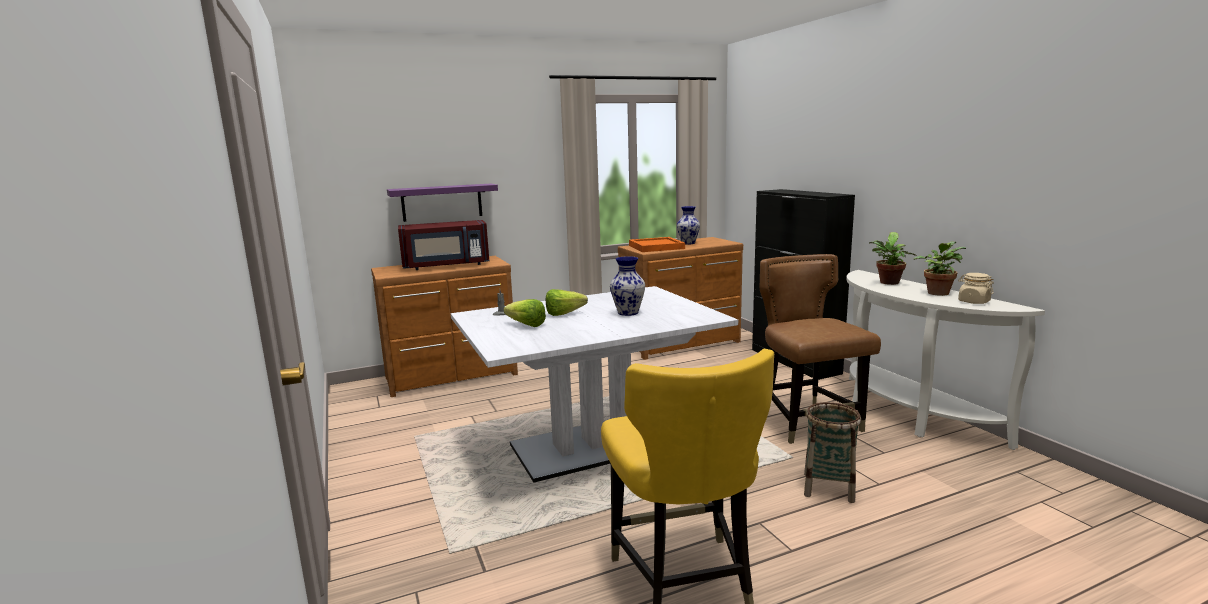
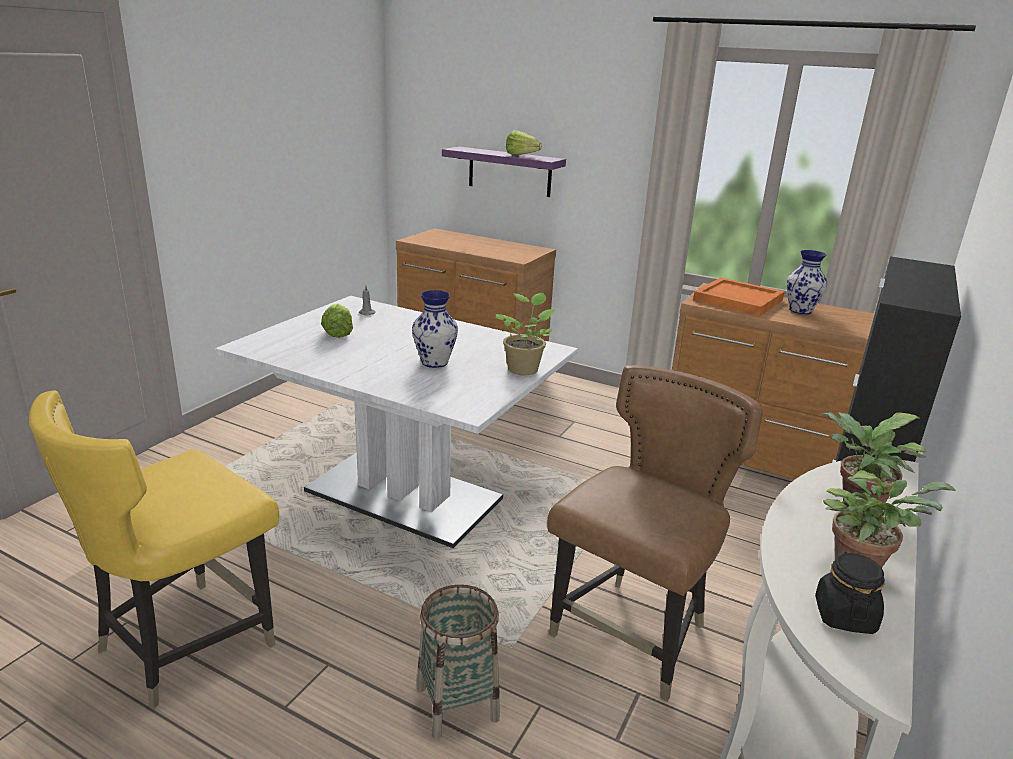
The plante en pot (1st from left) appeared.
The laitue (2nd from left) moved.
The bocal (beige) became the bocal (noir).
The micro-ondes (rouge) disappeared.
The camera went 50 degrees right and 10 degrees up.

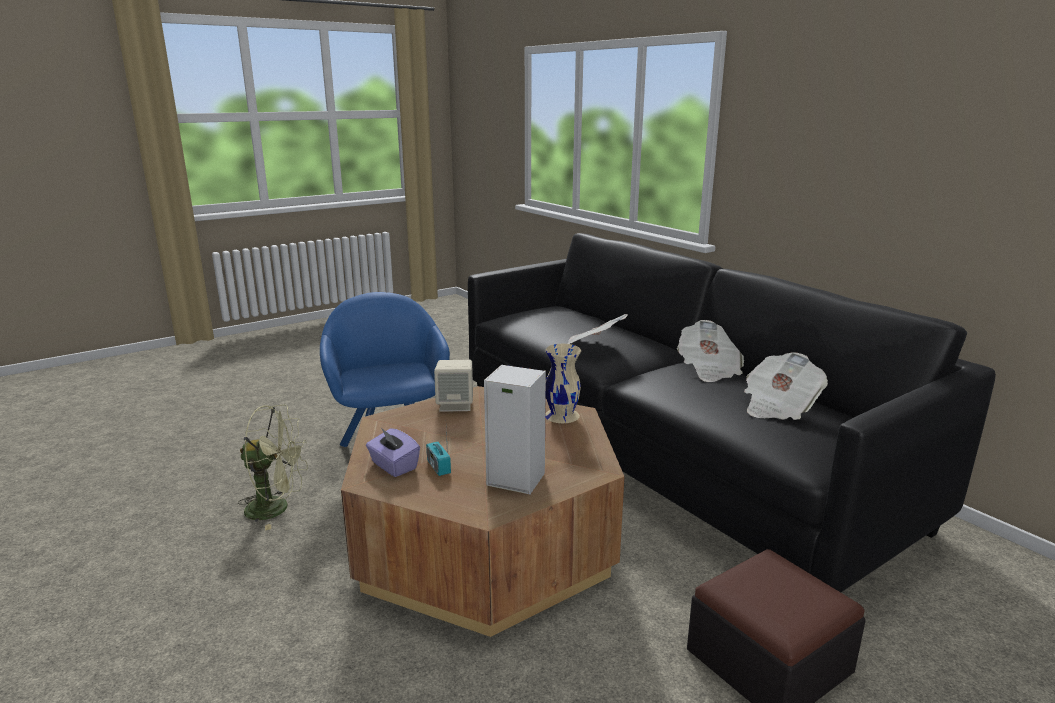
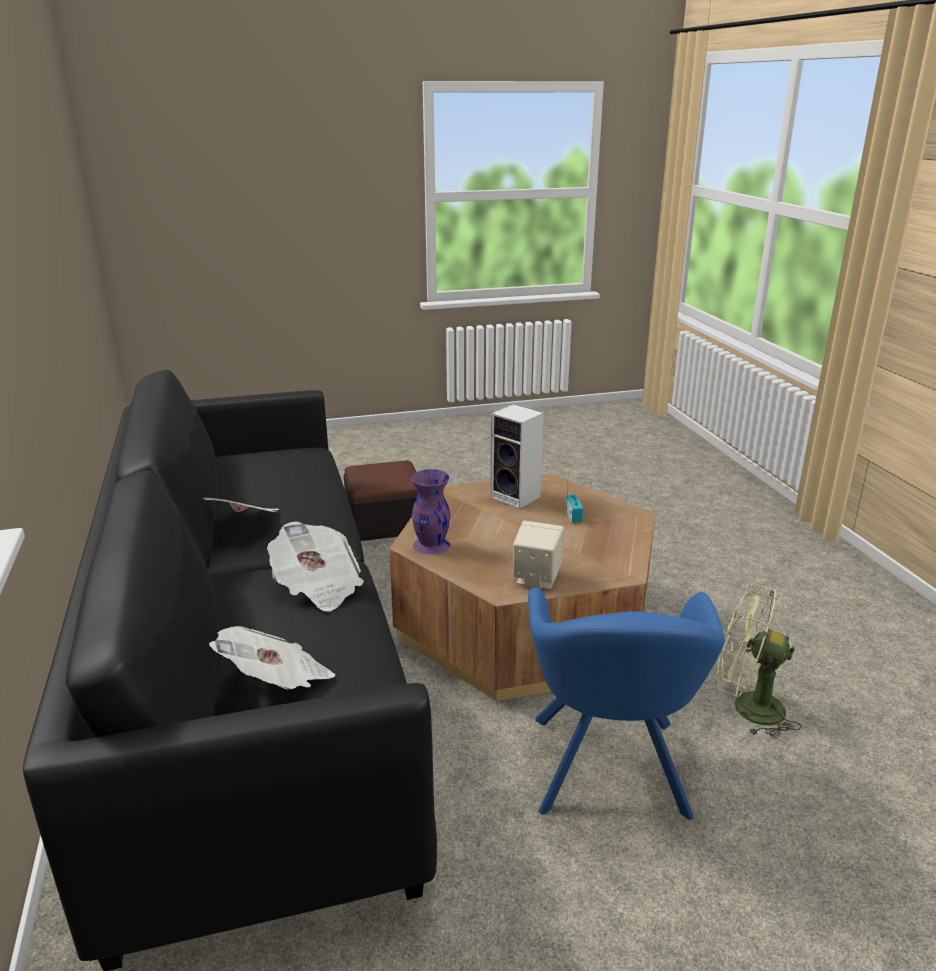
The journal (3rd from left in the first image) moved.
The vase (beige) became the vase (violet).
The boîte à mouchoirs (violet) disappeared.
The camera went 160 degrees left and 5 degrees up.

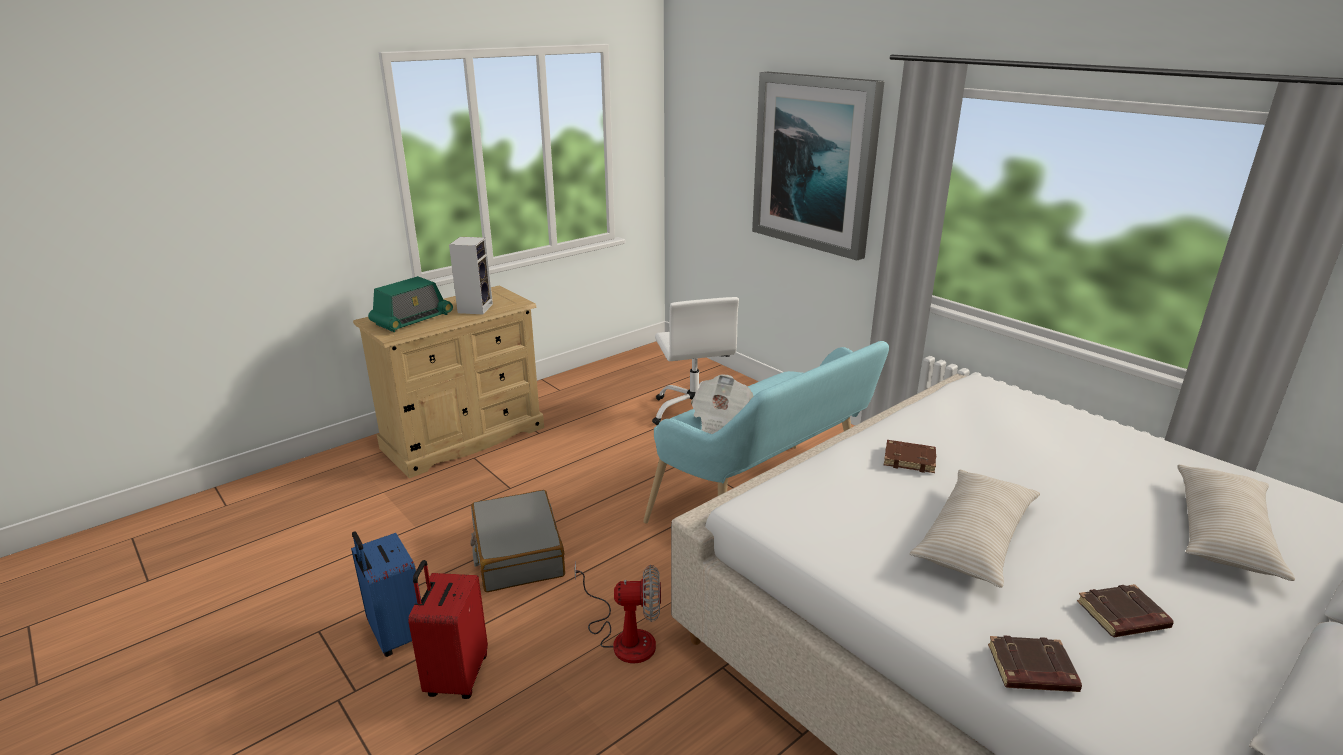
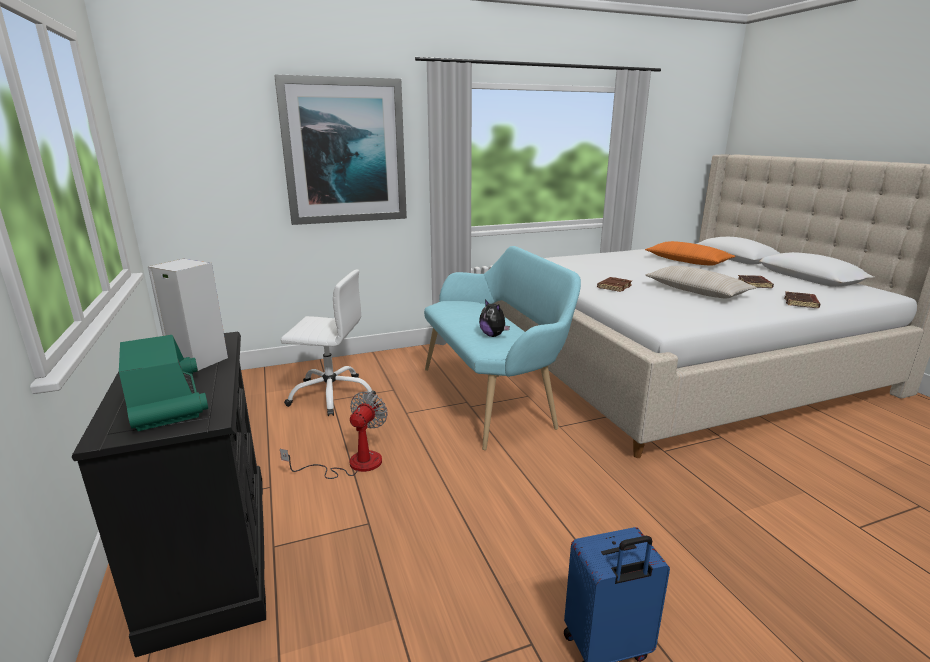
The commode (beige) became the commode (noir).
The ventilateur moved.
The journal was replaced by the peluche.
The coussin (beige) (2nd from left) became the coussin (orange).
The valise (rouge) disappeared.
The valise (gris) disappeared.
The camera went 70 degrees left and 5 degrees down.

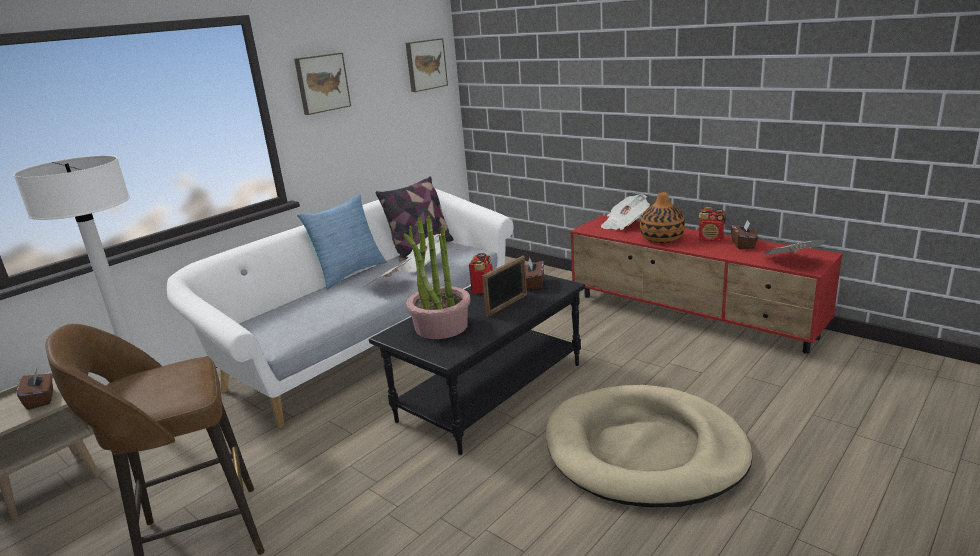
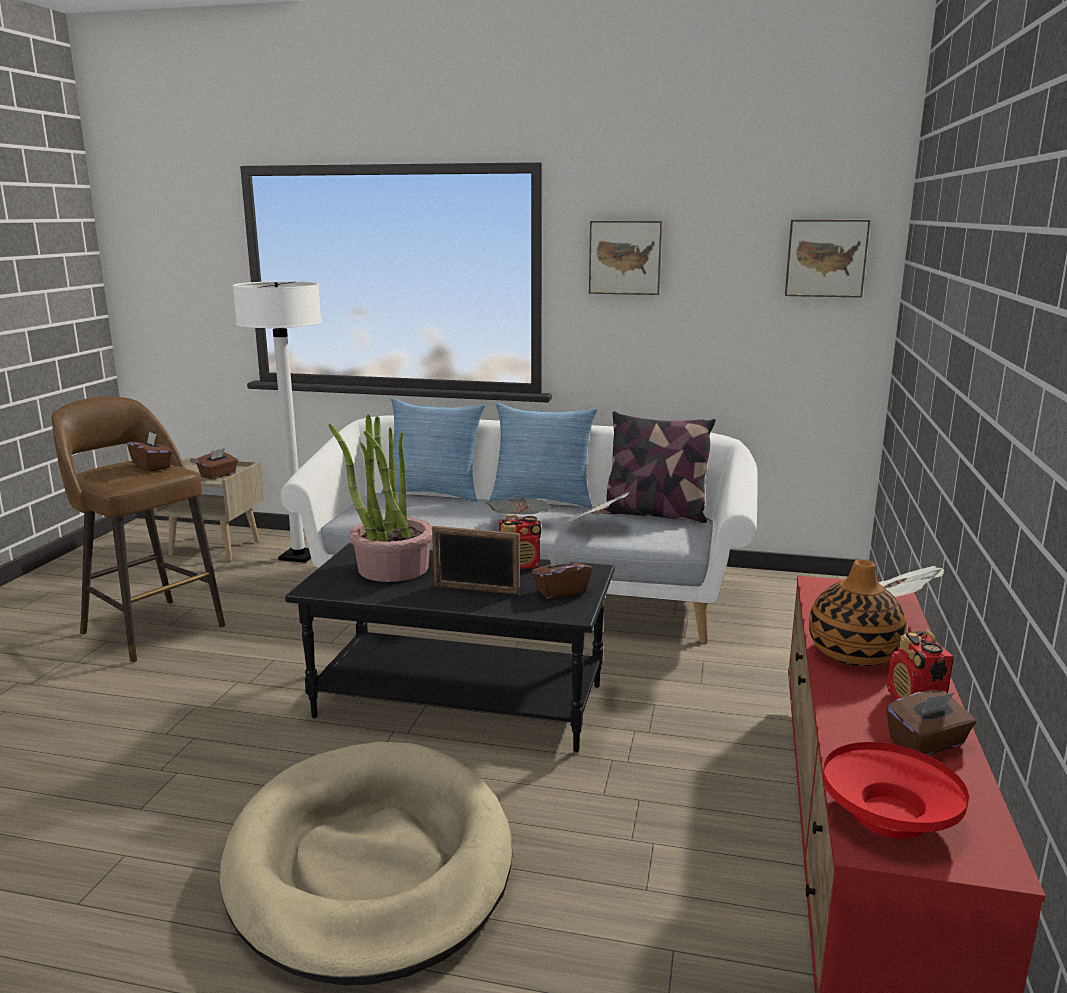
The boîte à mouchoirs (marron) (1st from left) appeared.
The coussin (1st from left) appeared.
The journal (4th from left) was replaced by the bol (rouge).
The camera went 60 degrees right and 5 degrees down.

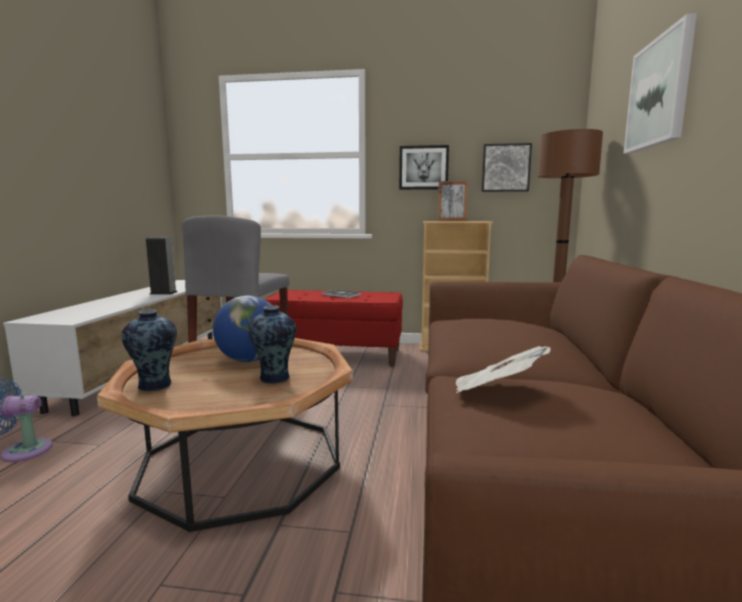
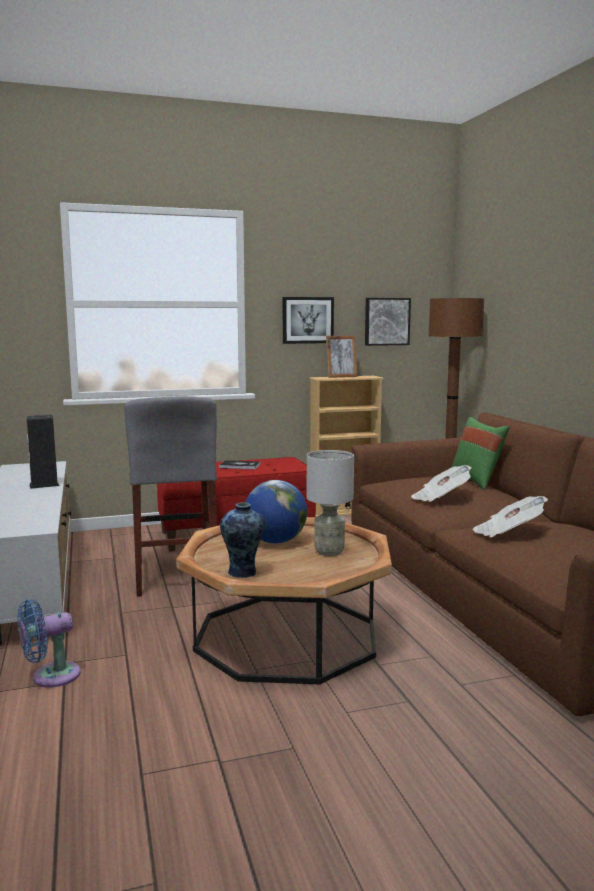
The vase (2nd from left) was replaced by the lampe de table (gris).
The journal (1st from left) appeared.
The coussin (vert) appeared.
The tableau (3rd from left) disappeared.
The camera went 25 degrees left and 0 degrees up.

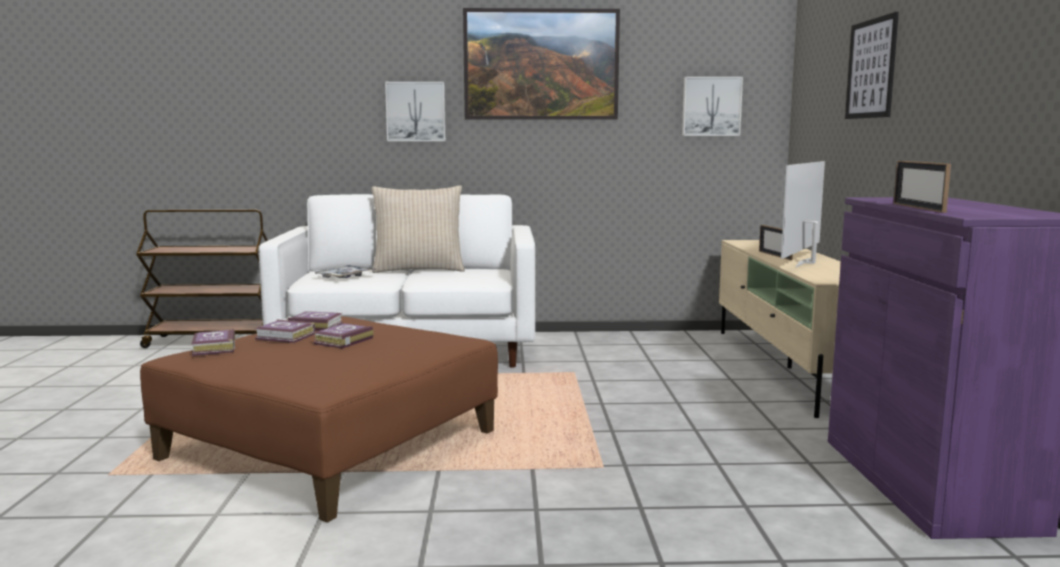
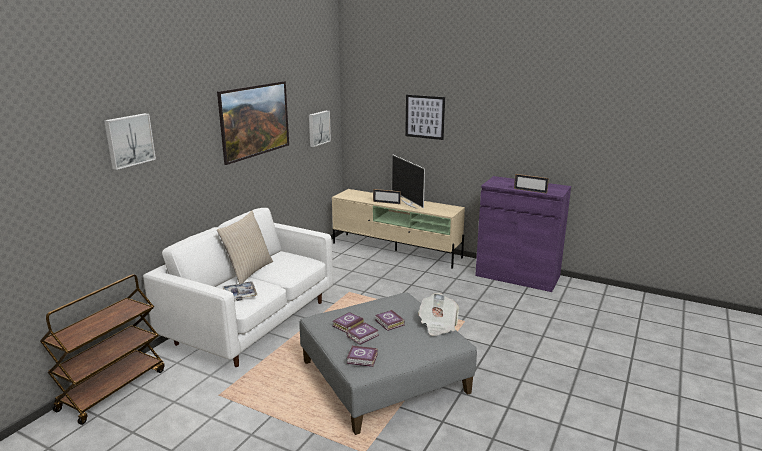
The tableau (1st from left) moved.
The pouf (marron) became the pouf (gris).
The journal appeared.
The camera went 60 degrees left and 10 degrees up.

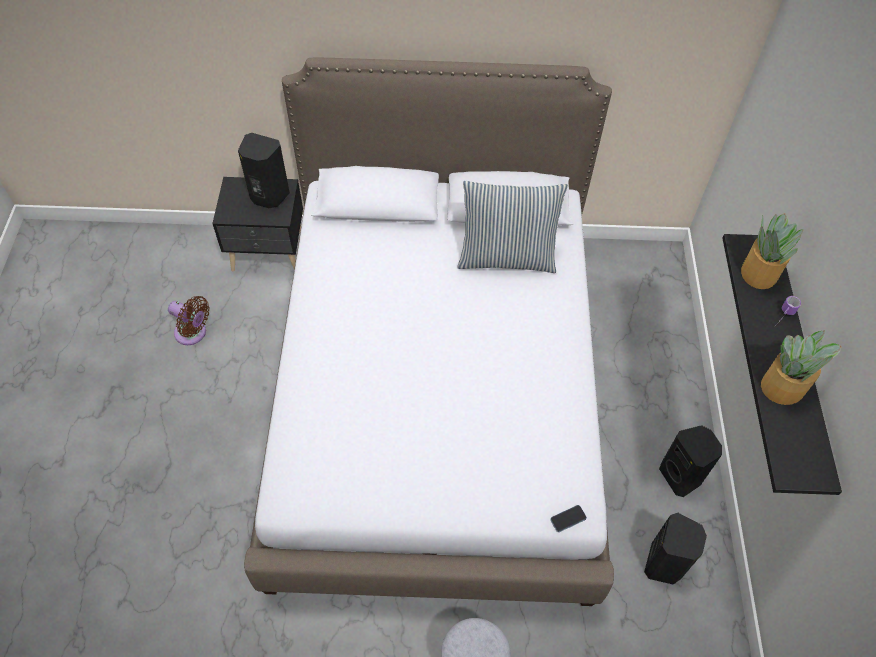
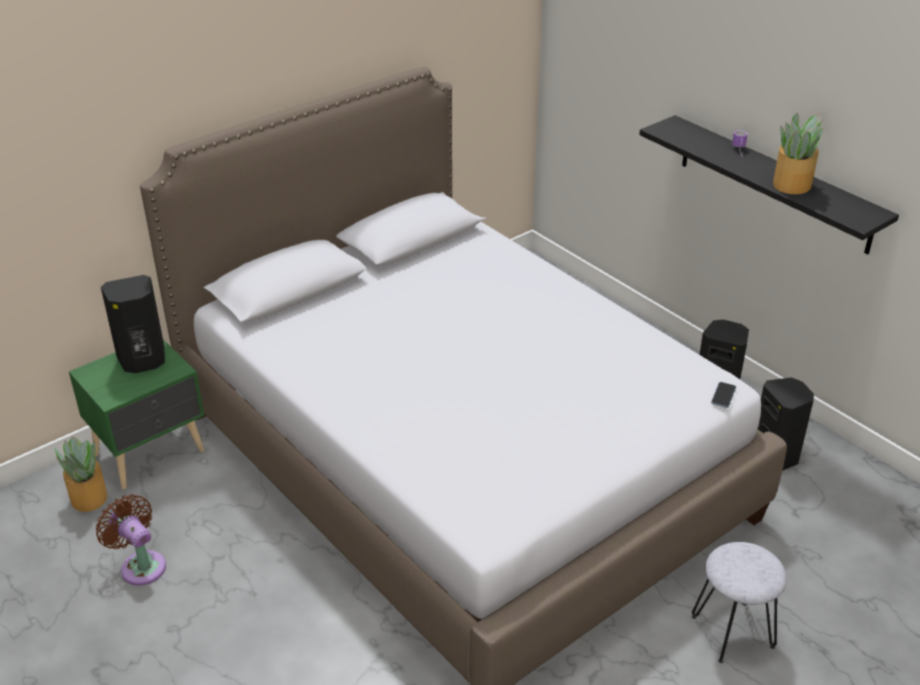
The plante en pot (1st from left) moved.
The table de chevet (noir) became the table de chevet (vert).
The ventilateur (marron) turned 120 degrees counterclockwise.
The coussin disappeared.
The camera went 40 degrees left and 20 degrees down.

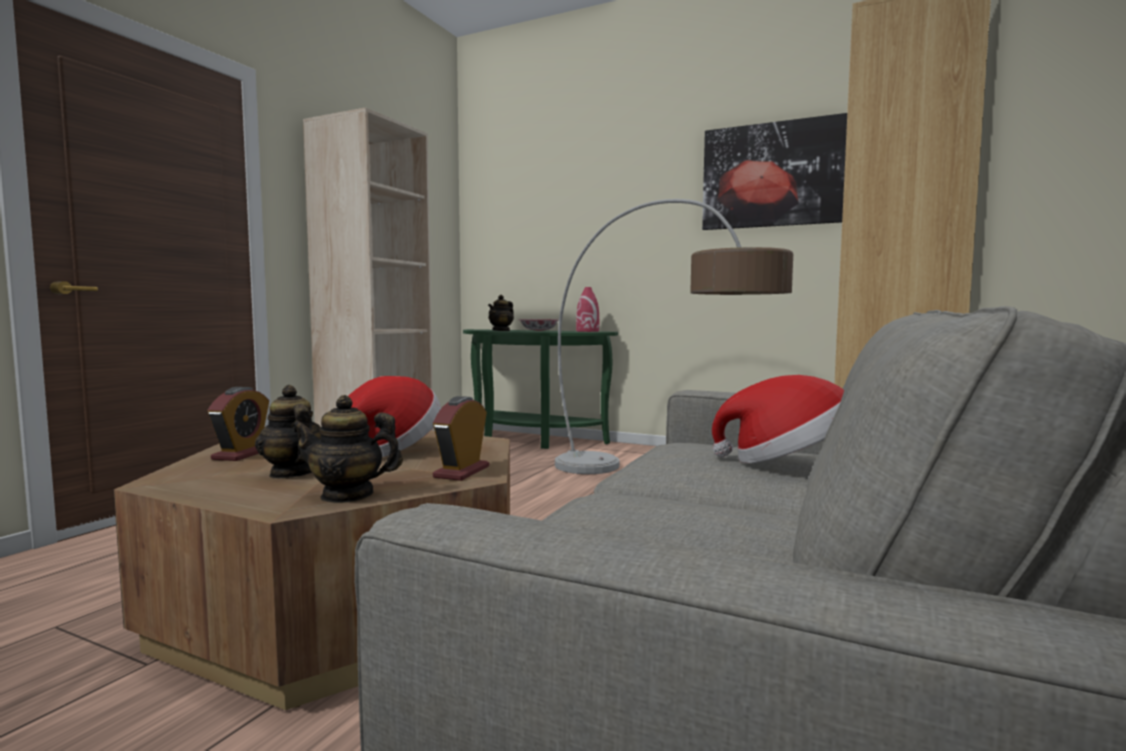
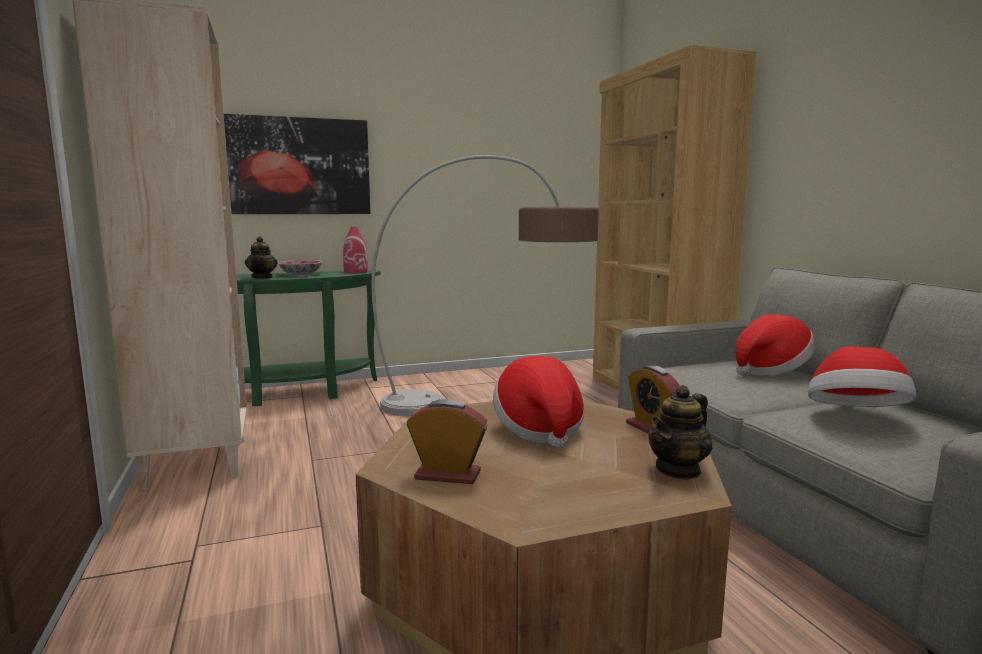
The tableau moved.
The réveil (1st from left) turned 45 degrees counterclockwise.
The chapeau (3rd from left) appeared.
The théière (1st from left) disappeared.
The camera went 45 degrees left and 5 degrees up.

